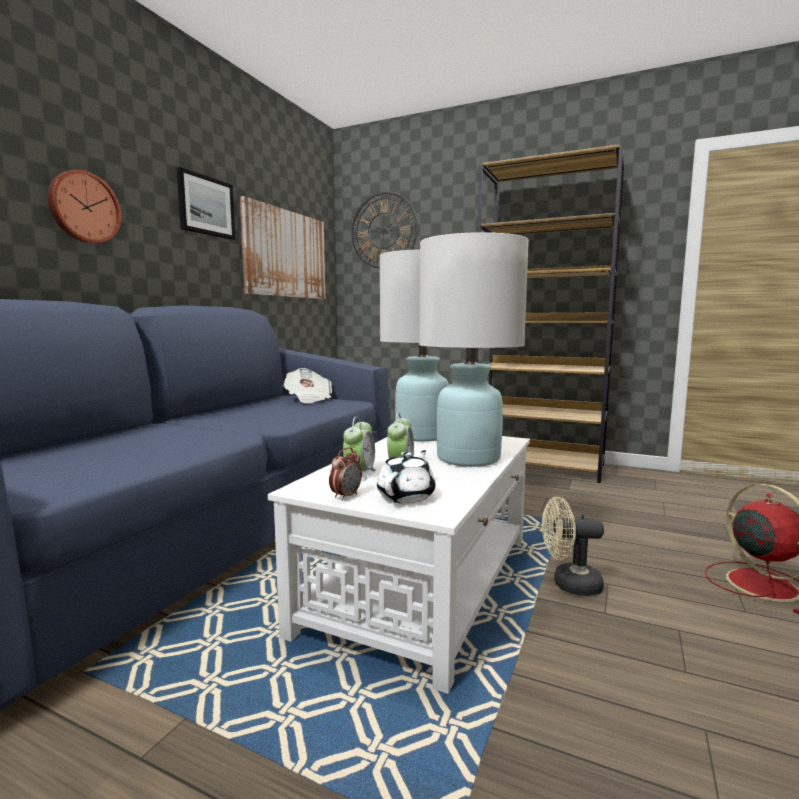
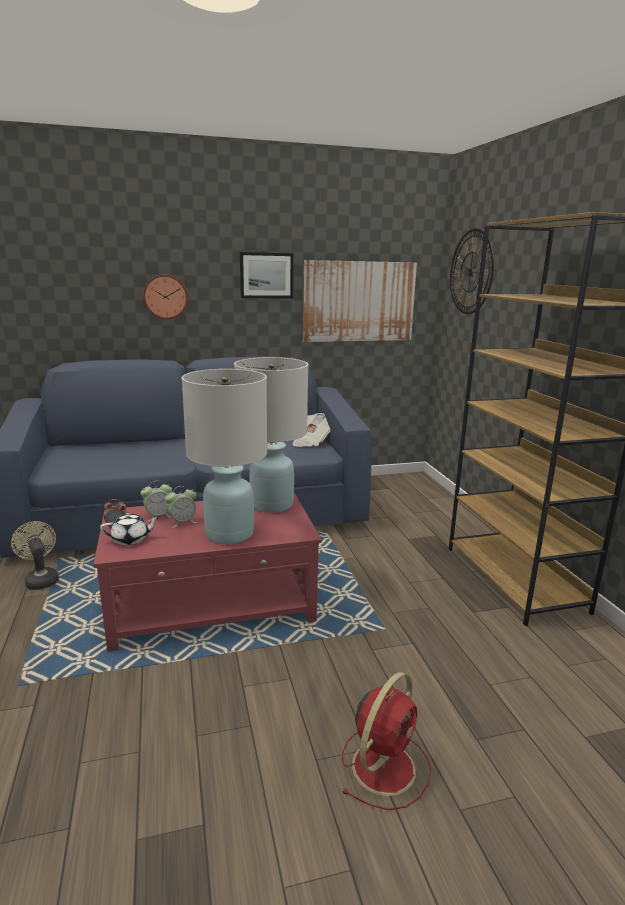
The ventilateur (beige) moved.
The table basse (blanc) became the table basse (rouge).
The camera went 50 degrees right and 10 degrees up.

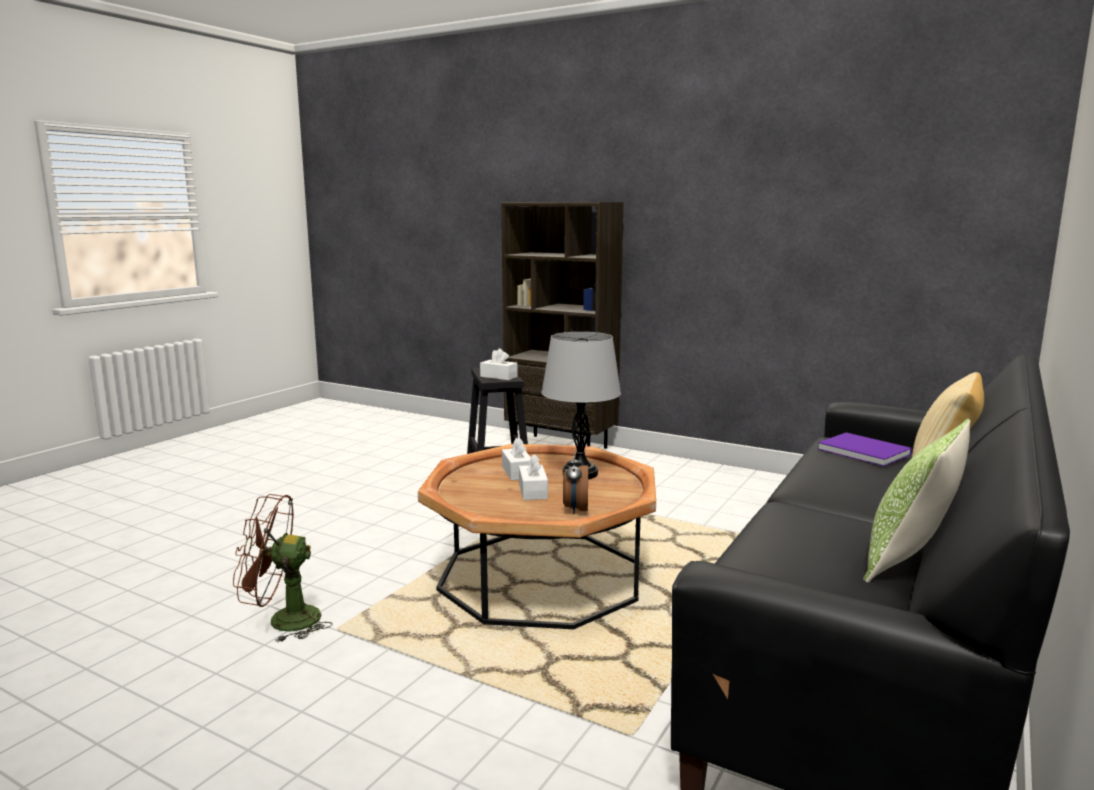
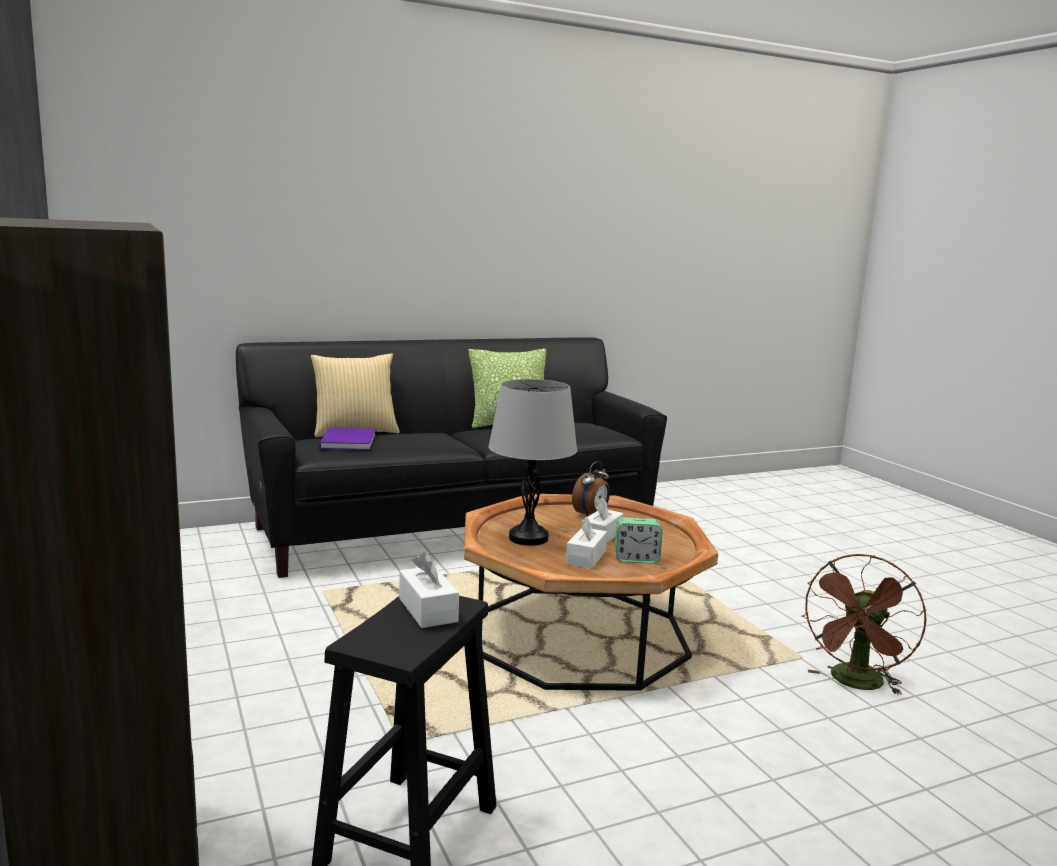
The réveil (2nd from left) appeared.
The ventilateur (marron) turned 90 degrees clockwise.
The camera went 145 degrees left and 0 degrees up.

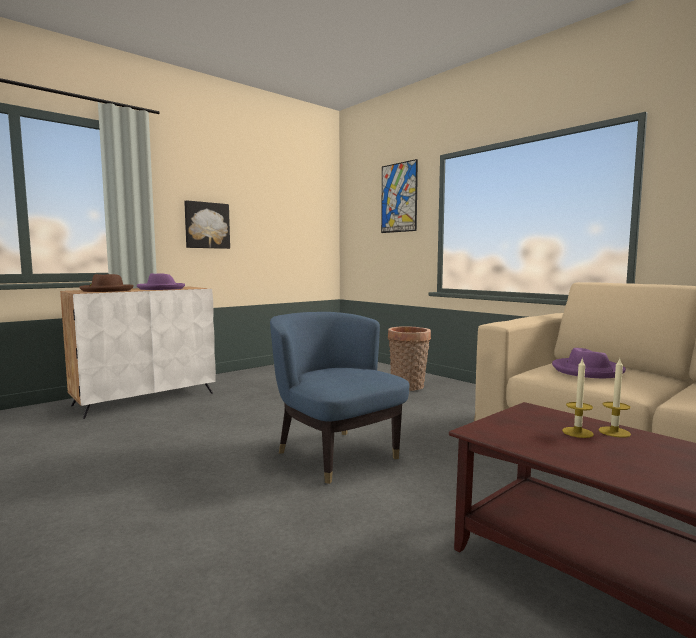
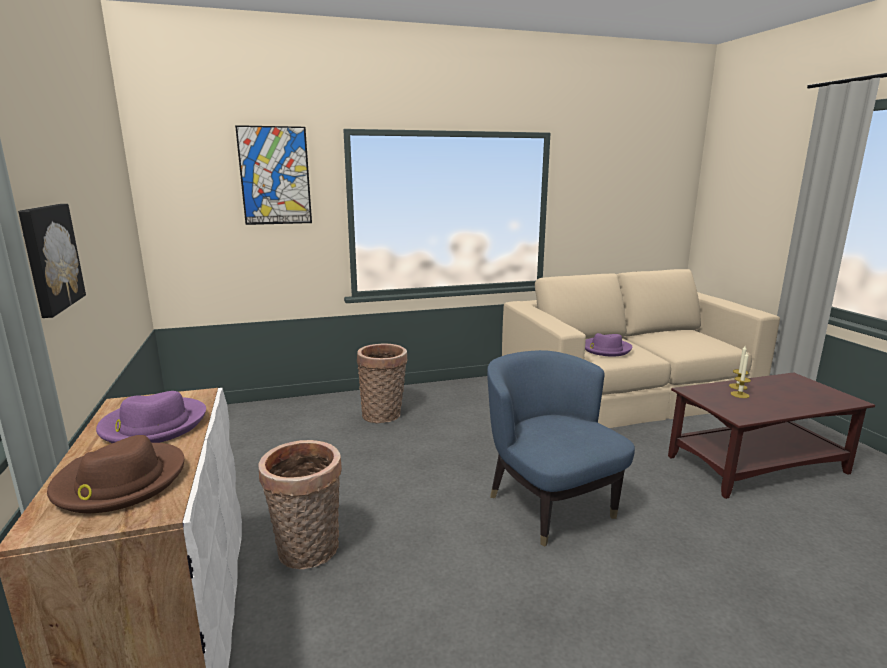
The panier (1st from left) appeared.
The fauteuil (bleu) turned 75 degrees clockwise.
The camera went 65 degrees left and 10 degrees up.

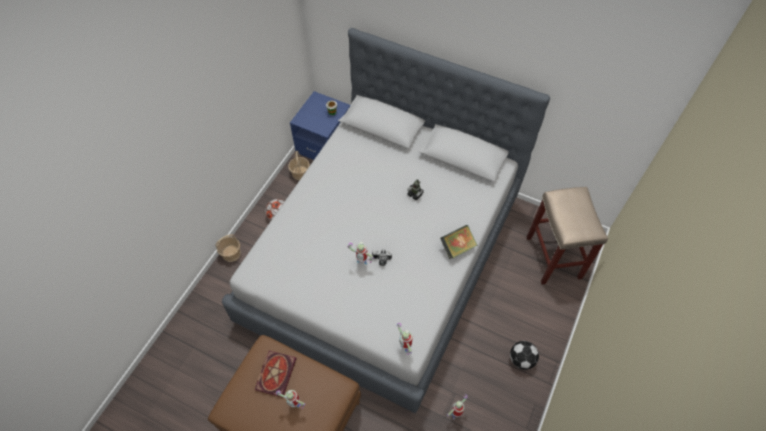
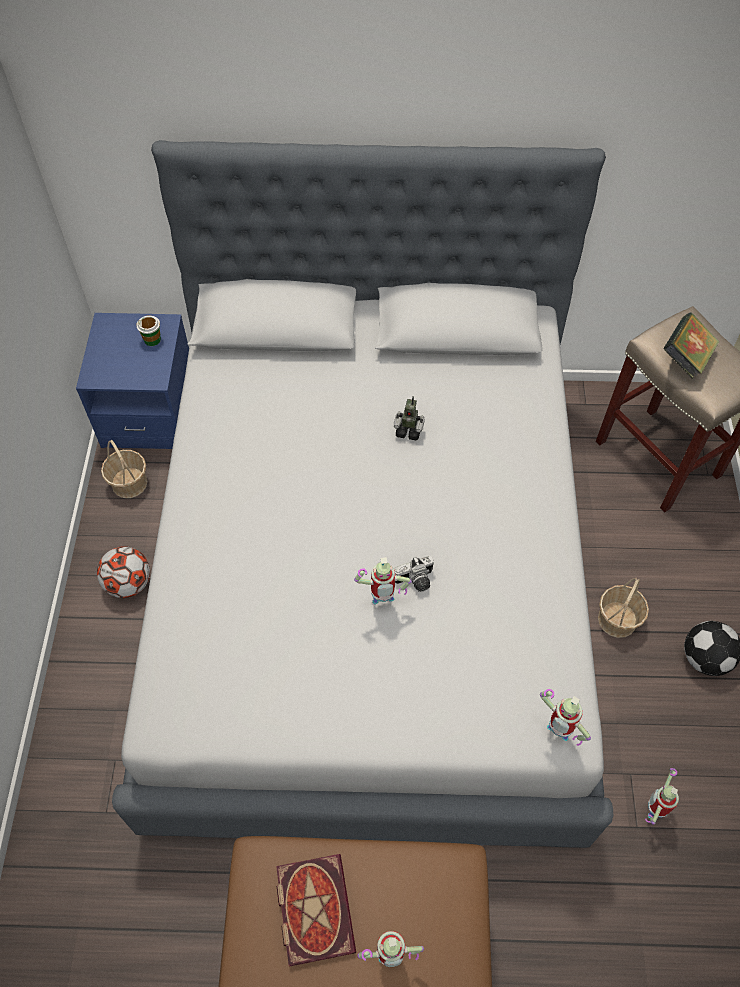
The panier (1st from left in the first image) moved.
The livre (2nd from left) moved.
The camera went 25 degrees left and 0 degrees up.

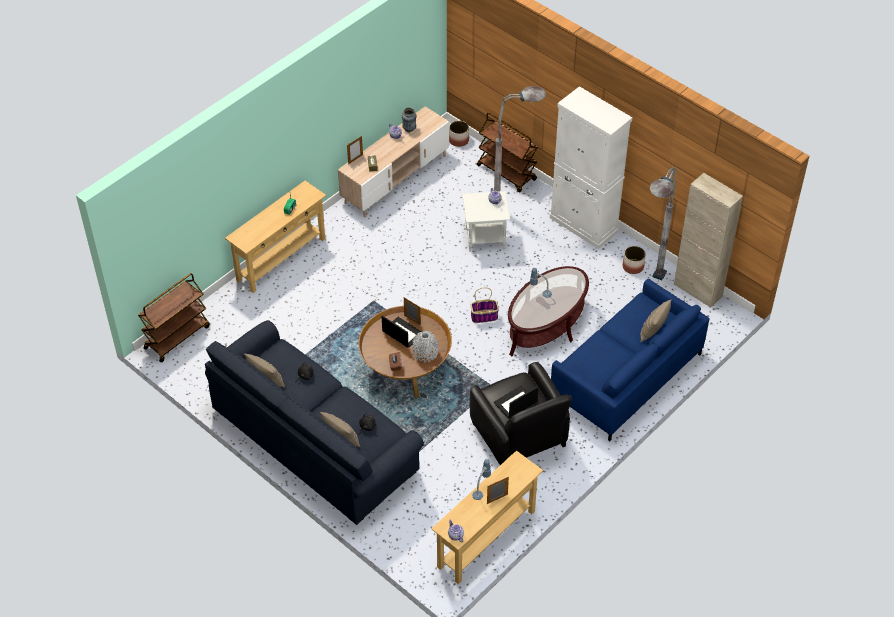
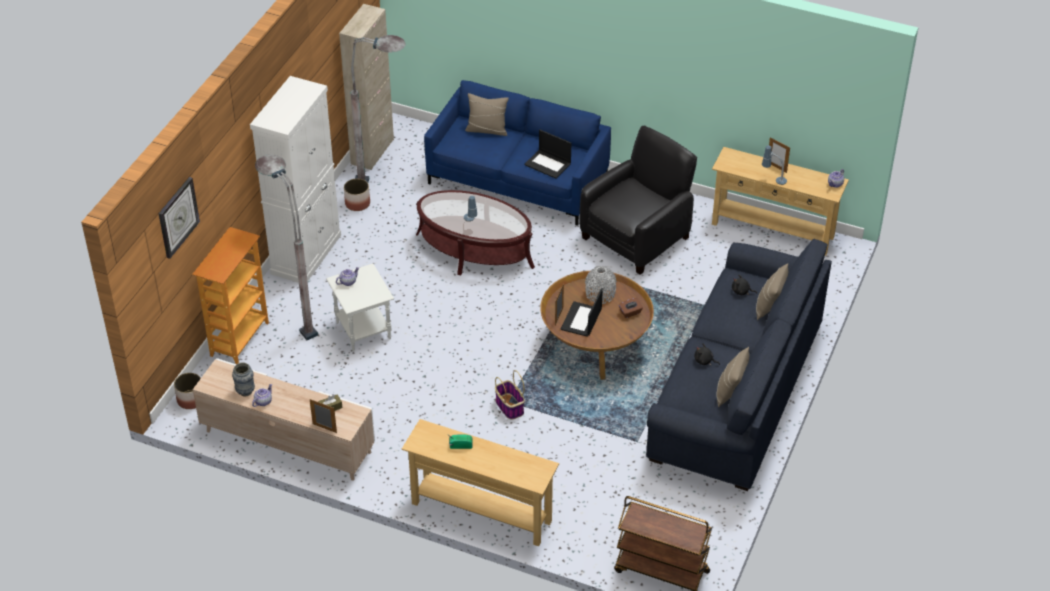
The horloge murale appeared.
The chariot (marron) (2nd from left) was replaced by the bibliothèque.
The panier moved.
The ordinateur portable (2nd from left in the first image) moved.
The camera went 110 degrees left and 5 degrees down.

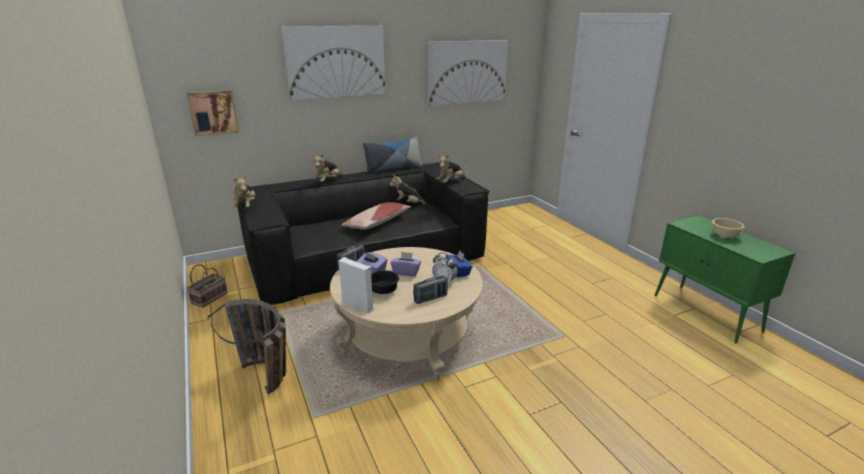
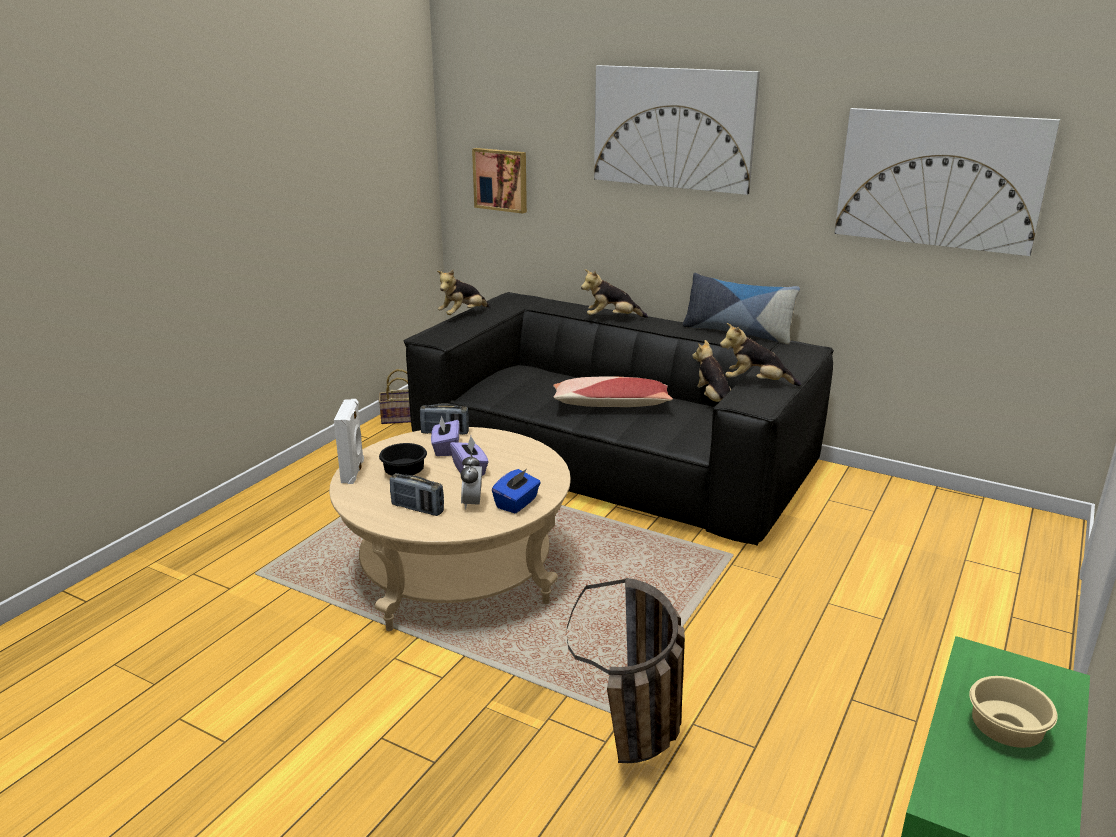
The panier (2nd from left) moved.
The camera went 55 degrees right and 0 degrees up.

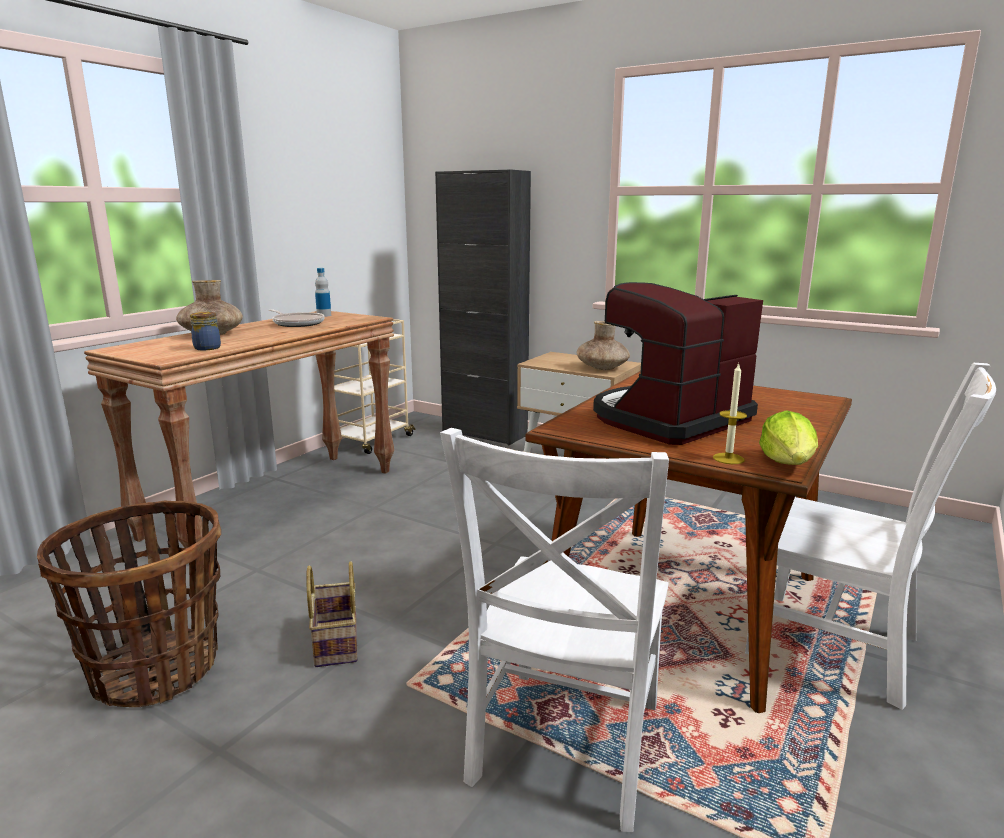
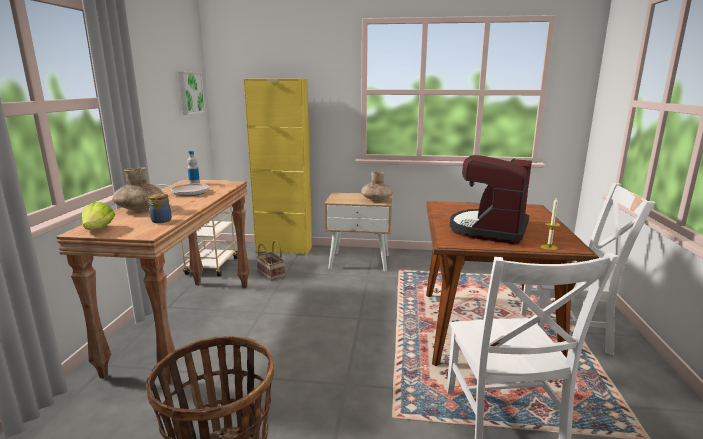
The laitue moved.
The tableau appeared.
The meuble de rangement (noir) became the meuble de rangement (jaune).
The panier (2nd from left) moved.
The camera went 25 degrees left and 0 degrees up.

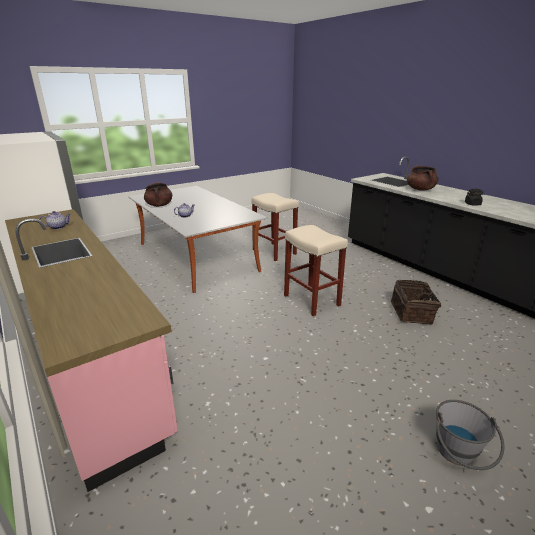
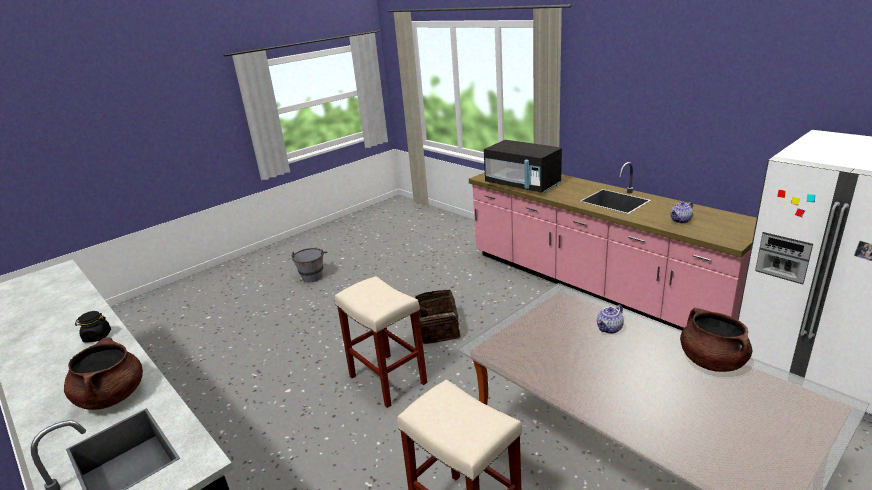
The panier moved.
The micro-ondes (noir) appeared.
The camera went 175 degrees right and 0 degrees up.

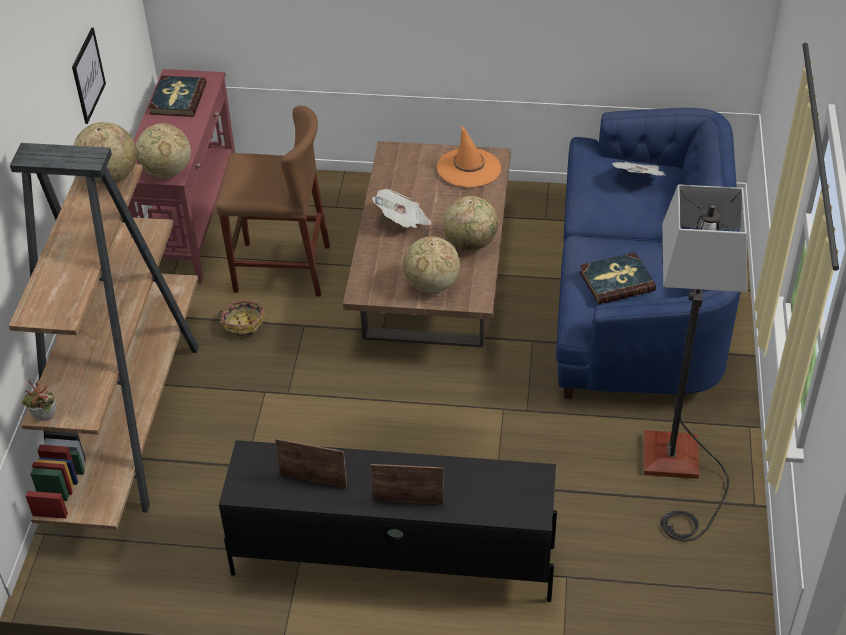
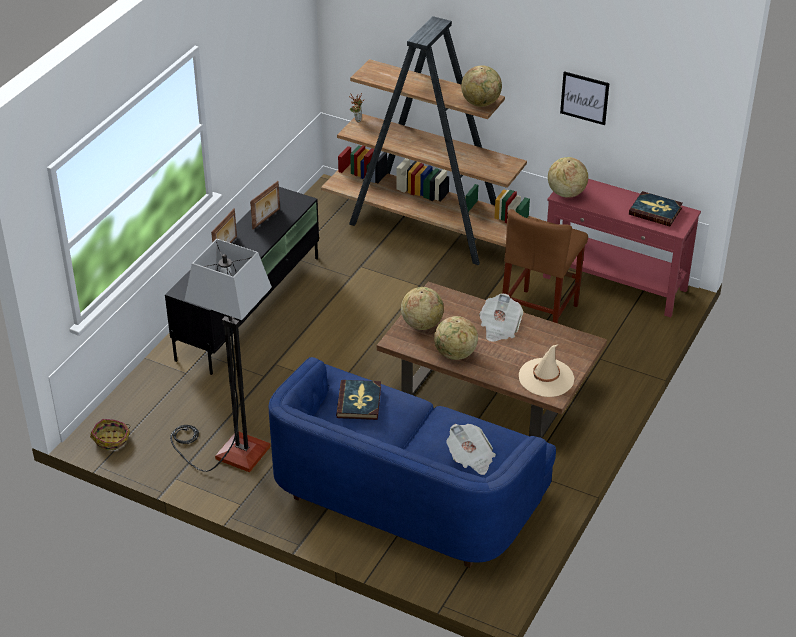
The panier moved.
The chapeau (orange) became the chapeau (beige).
The camera went 110 degrees right and 5 degrees down.

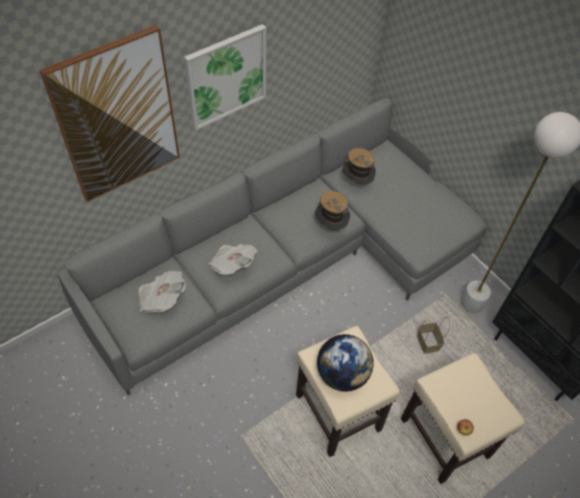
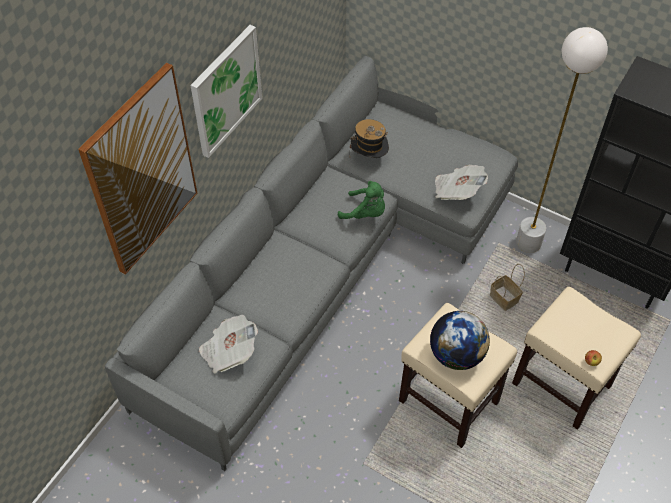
The chapeau (1st from left) was replaced by the peluche (vert).
The journal (2nd from left) moved.
The camera went 20 degrees left and 0 degrees up.

